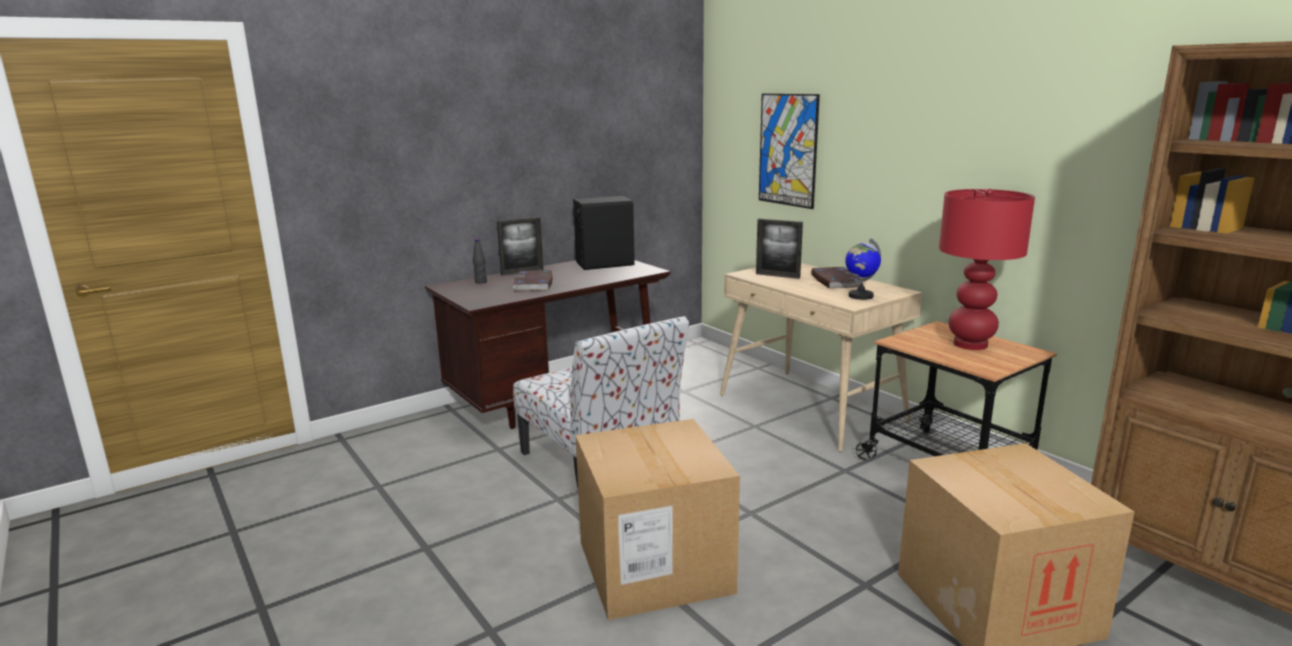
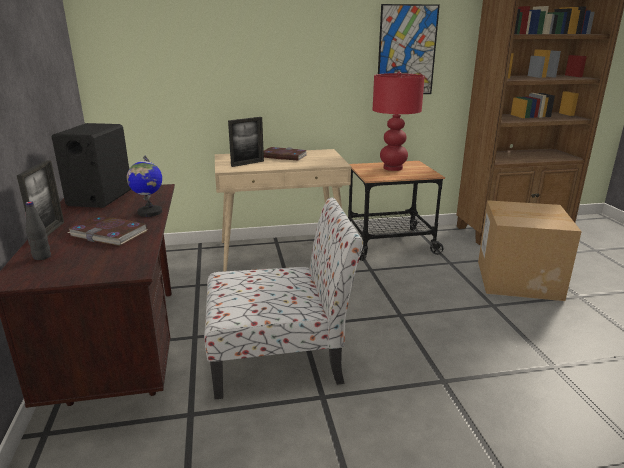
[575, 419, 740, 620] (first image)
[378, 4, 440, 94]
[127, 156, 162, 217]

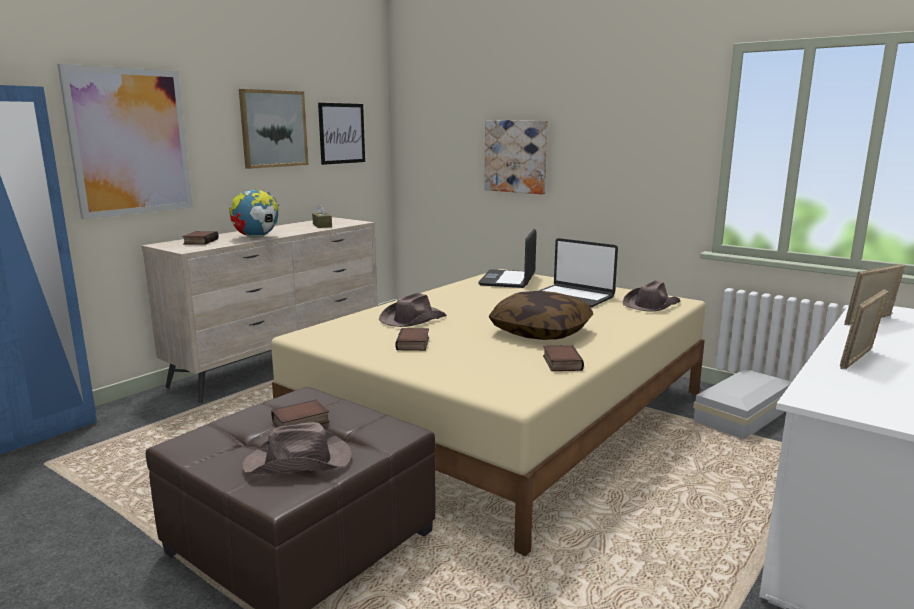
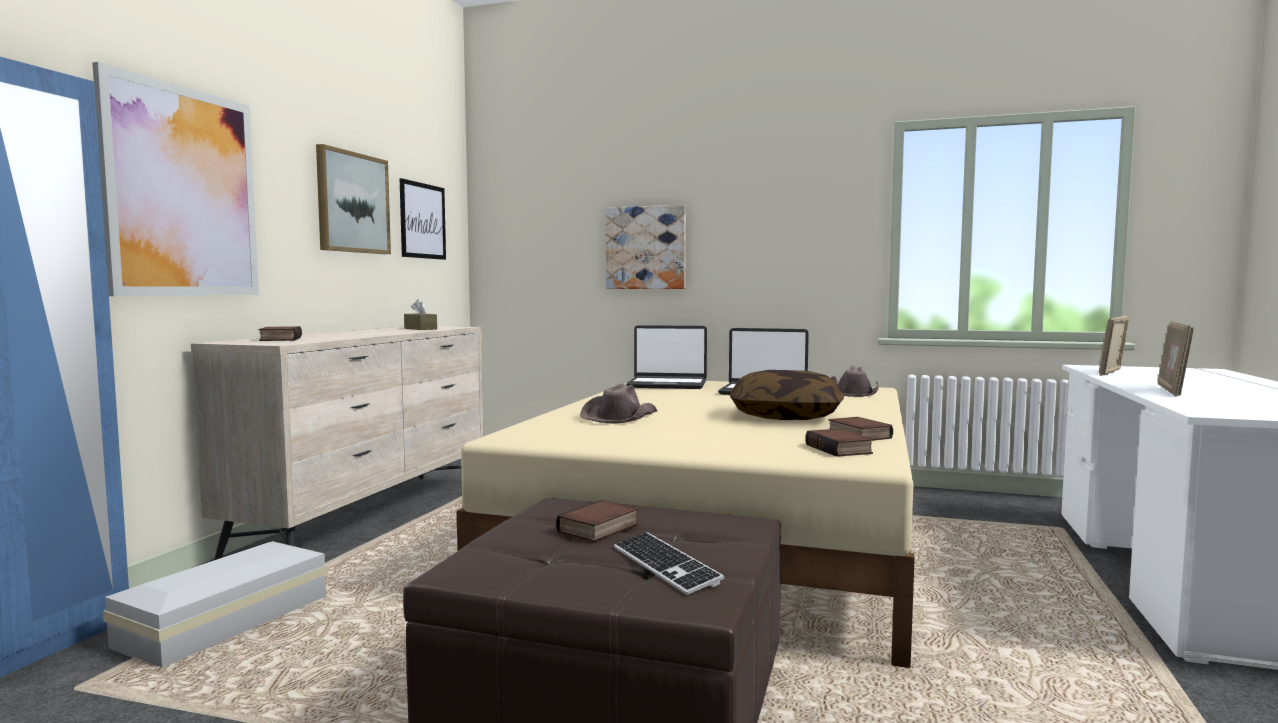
[229, 189, 279, 238] (first image)
[805, 429, 873, 457]
[103, 541, 328, 668]
[614, 532, 724, 595]
[626, 325, 707, 389]

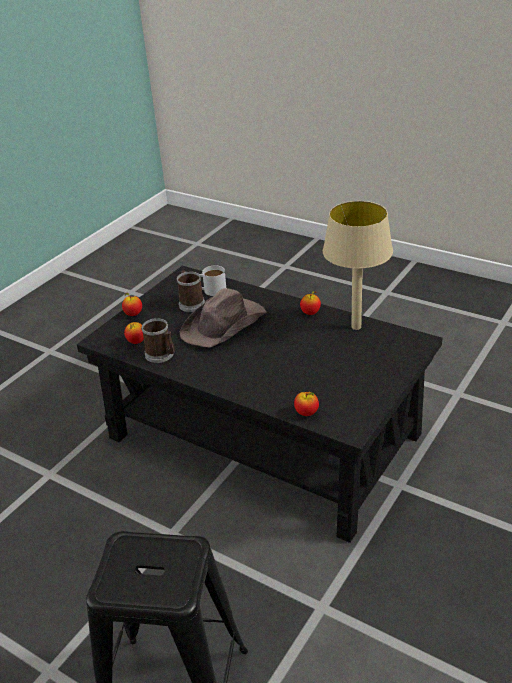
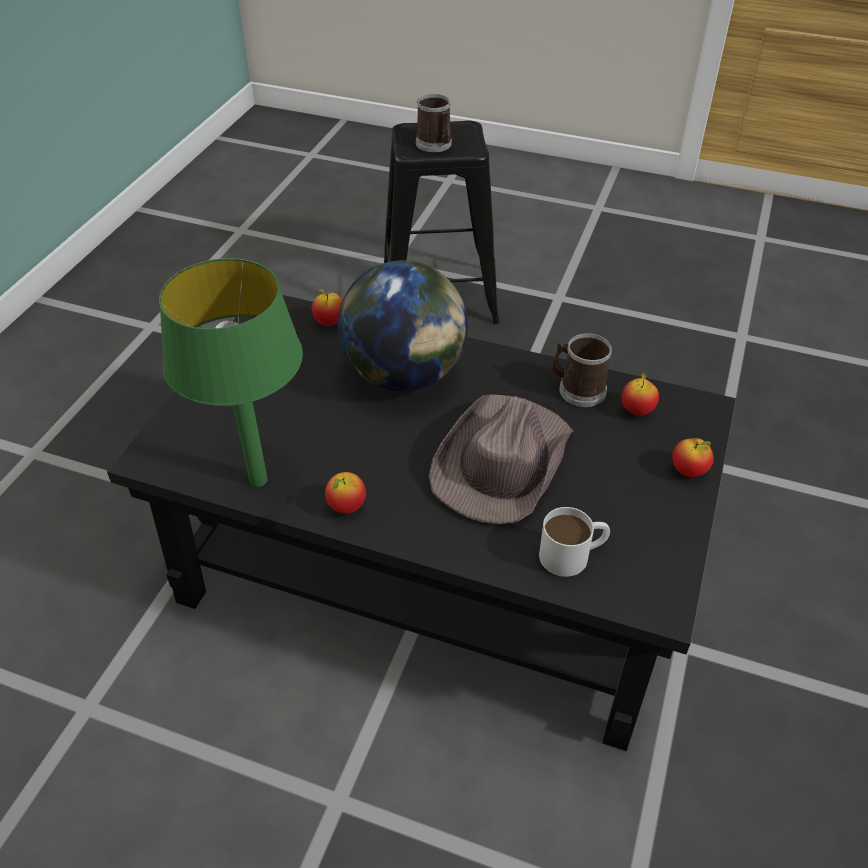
[338, 260, 468, 391]
[416, 94, 452, 152]
[159, 258, 303, 487]

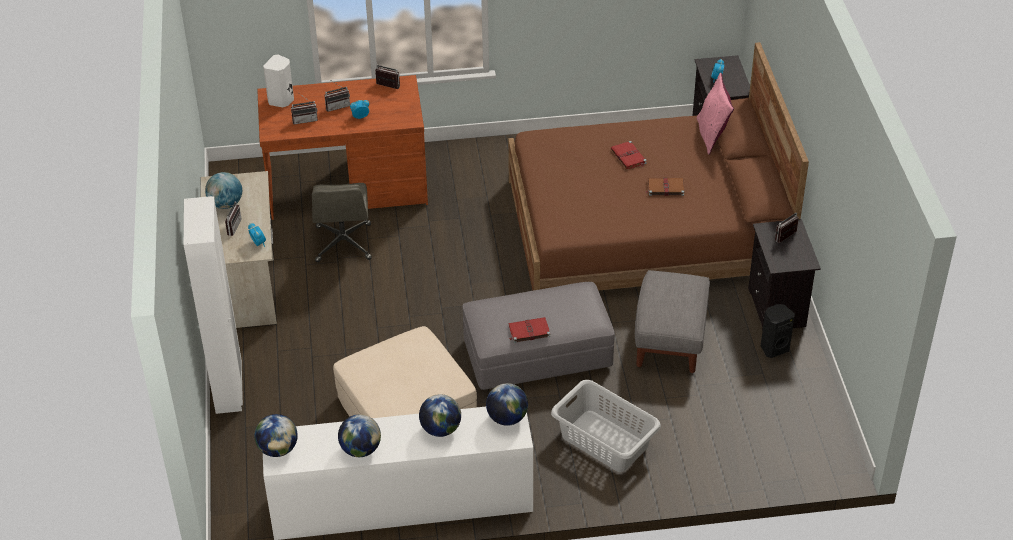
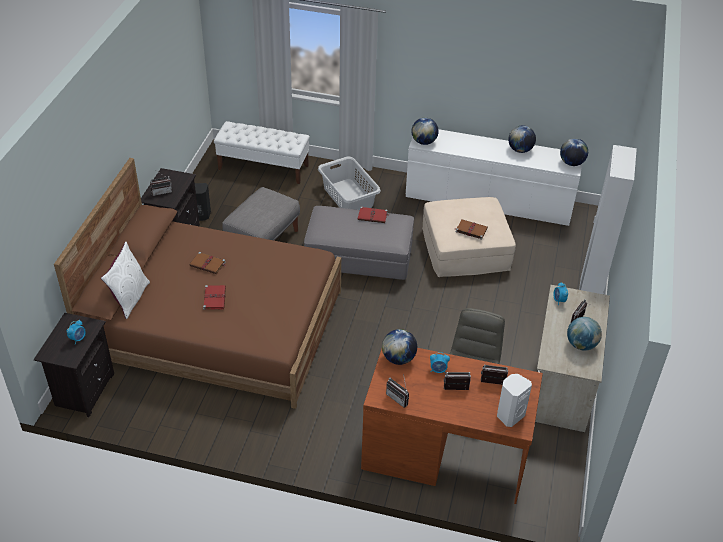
[214, 121, 310, 184]
[455, 219, 488, 240]
[382, 329, 417, 365]
[101, 242, 150, 319]

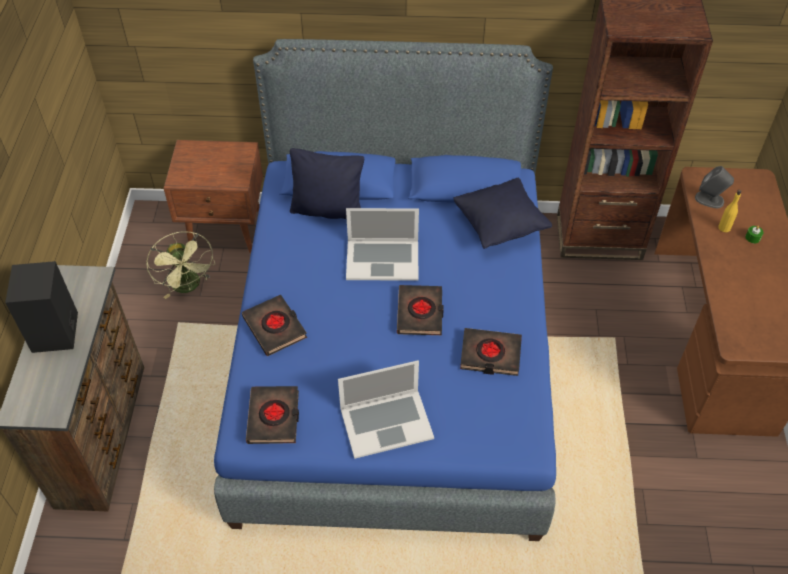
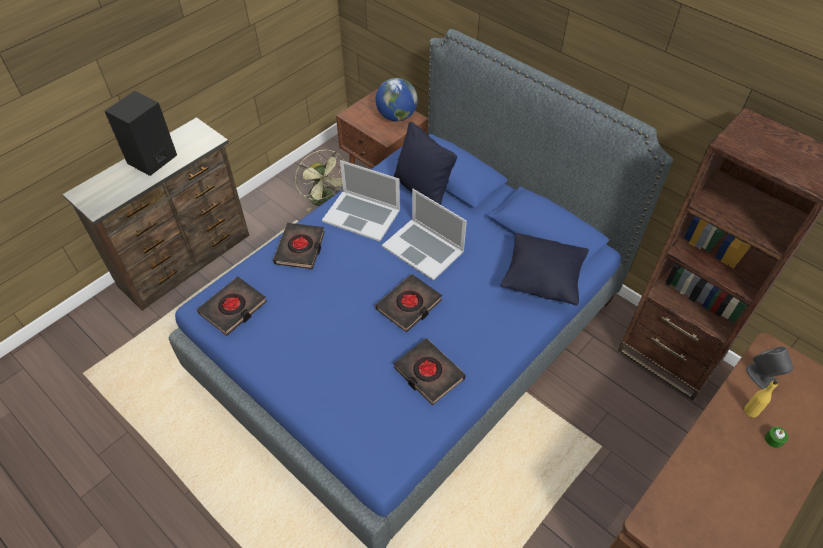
[376, 78, 418, 121]
[322, 160, 400, 242]
[295, 150, 346, 211]

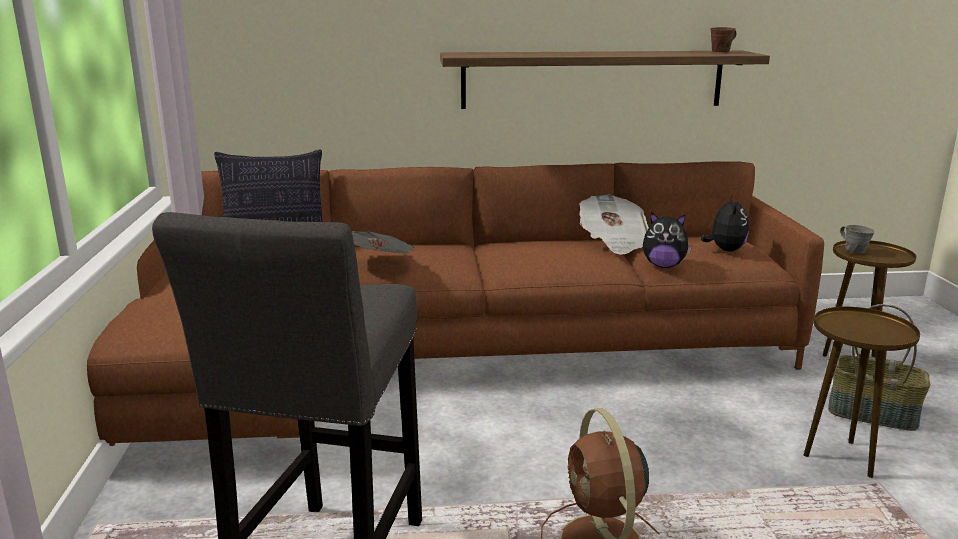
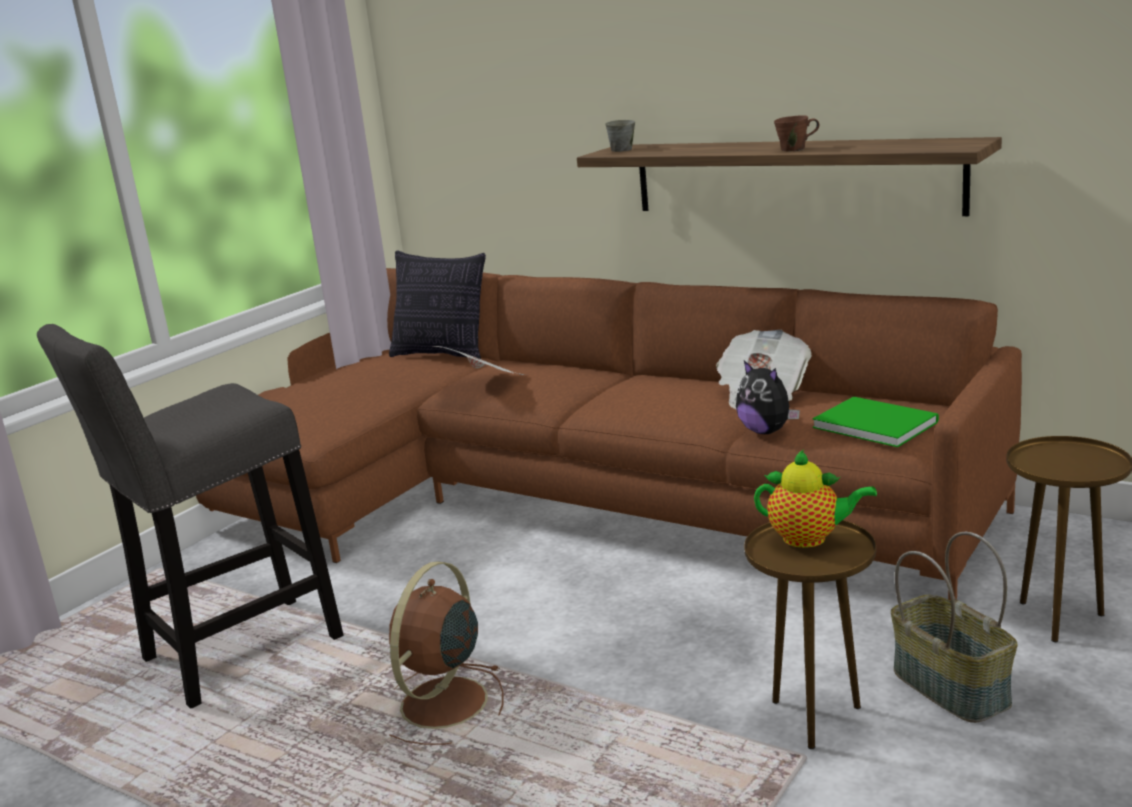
[754, 449, 877, 548]
[774, 115, 819, 152]
[605, 120, 635, 152]
[812, 396, 939, 447]

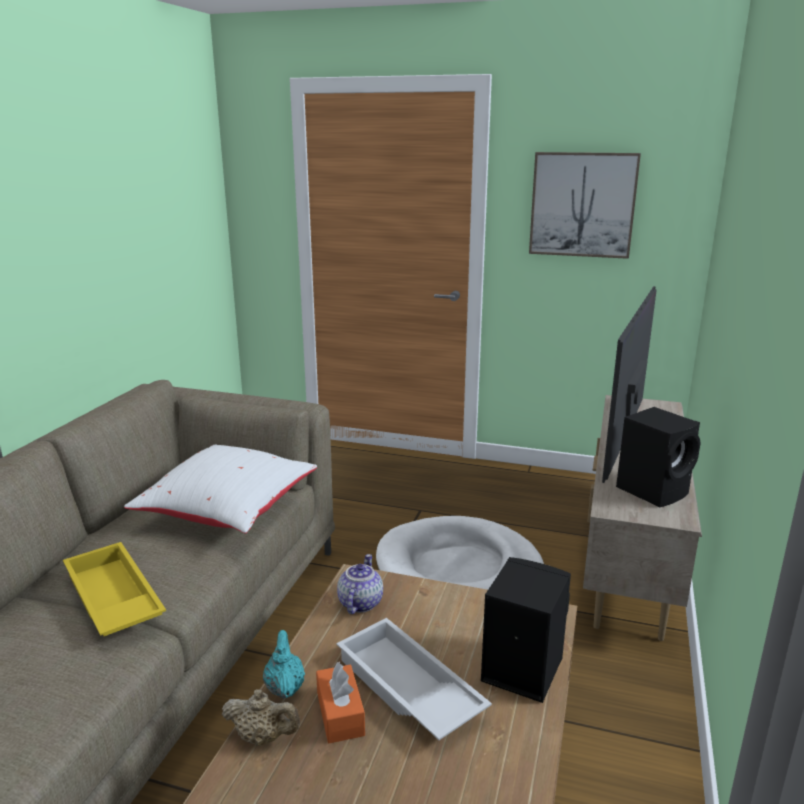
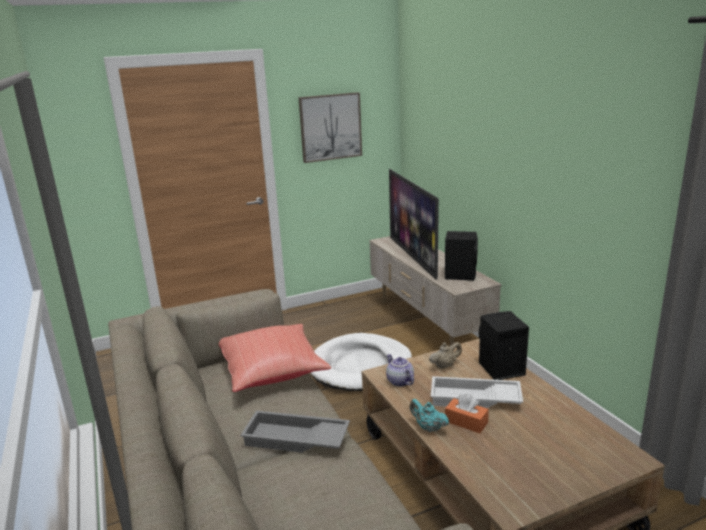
[429, 342, 462, 369]
[240, 410, 350, 453]
[219, 324, 331, 392]

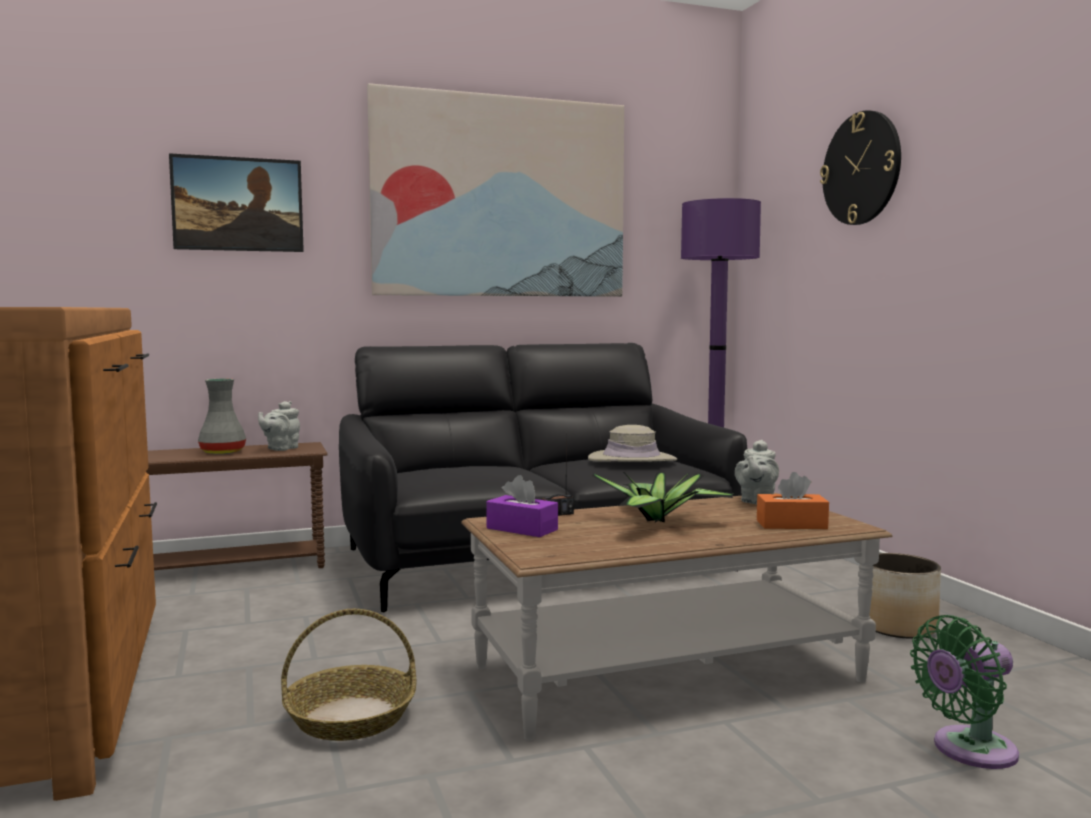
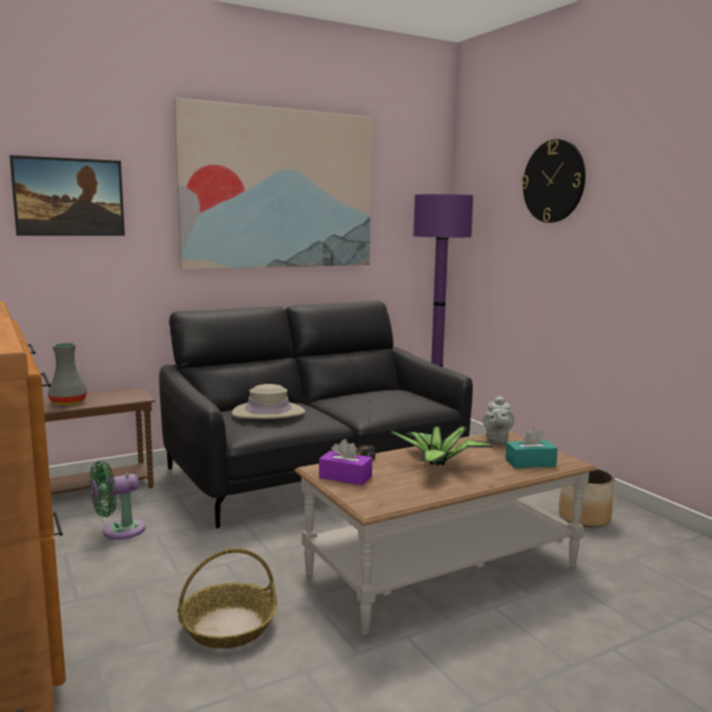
[258, 401, 300, 451] (first image)
[232, 384, 305, 419]
[90, 461, 145, 539]
[505, 427, 558, 468]

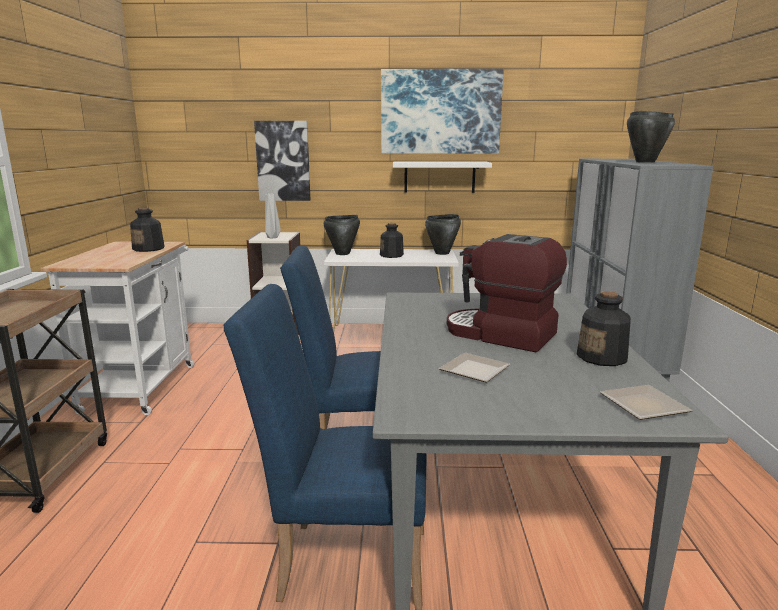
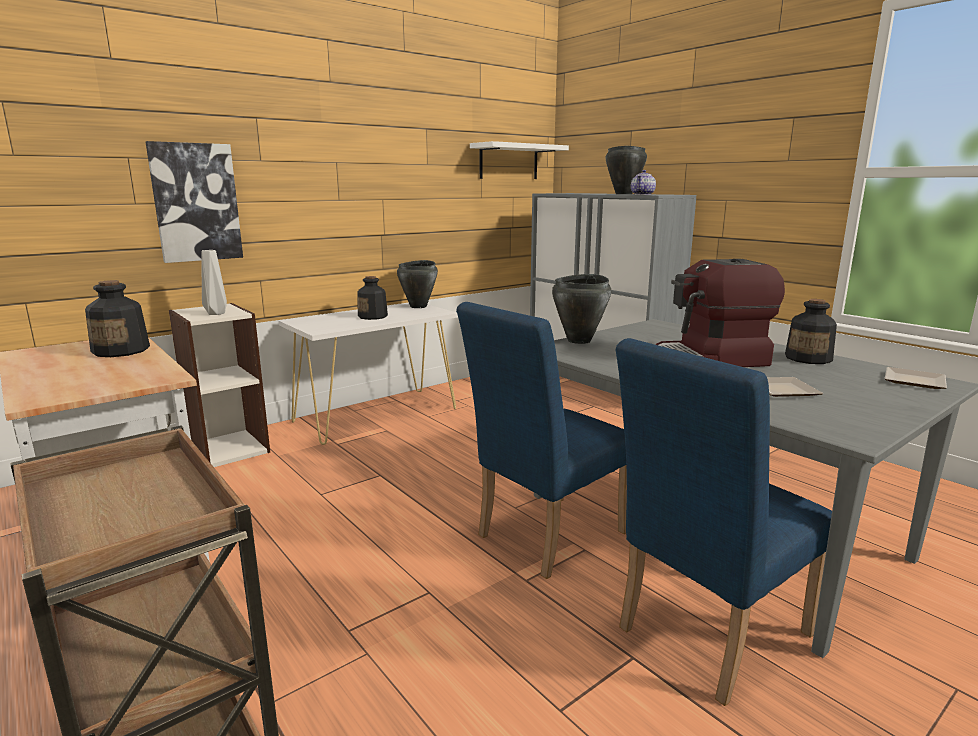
[381, 69, 504, 154] (first image)
[631, 170, 656, 195]
[552, 274, 611, 344]
[470, 141, 569, 179]

